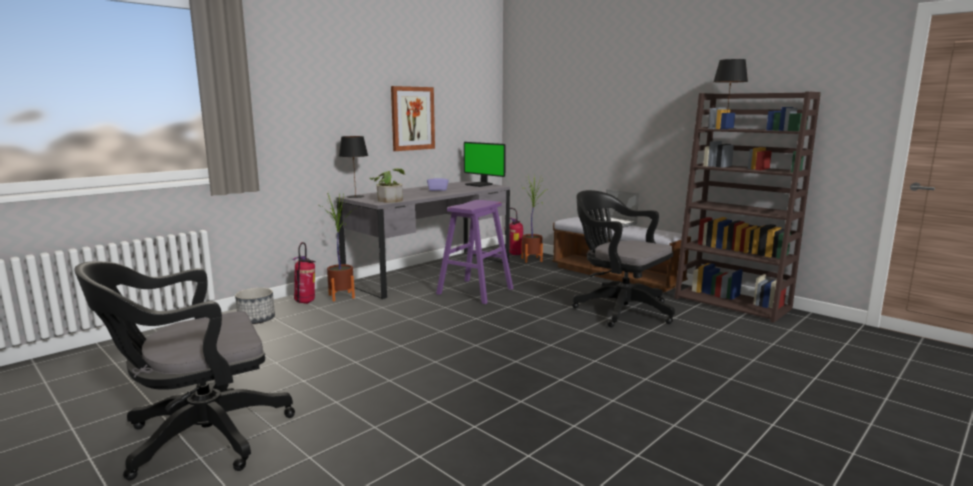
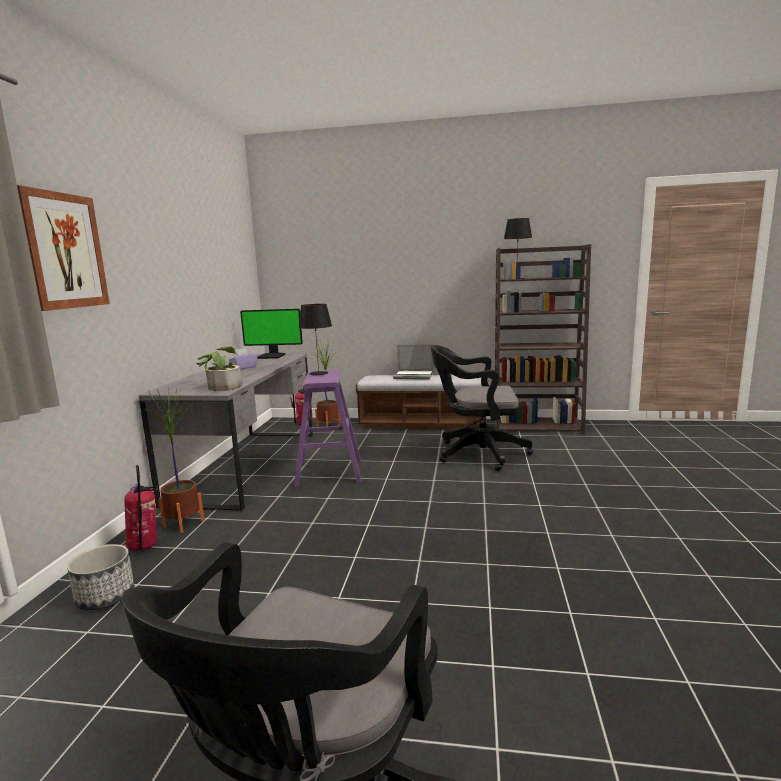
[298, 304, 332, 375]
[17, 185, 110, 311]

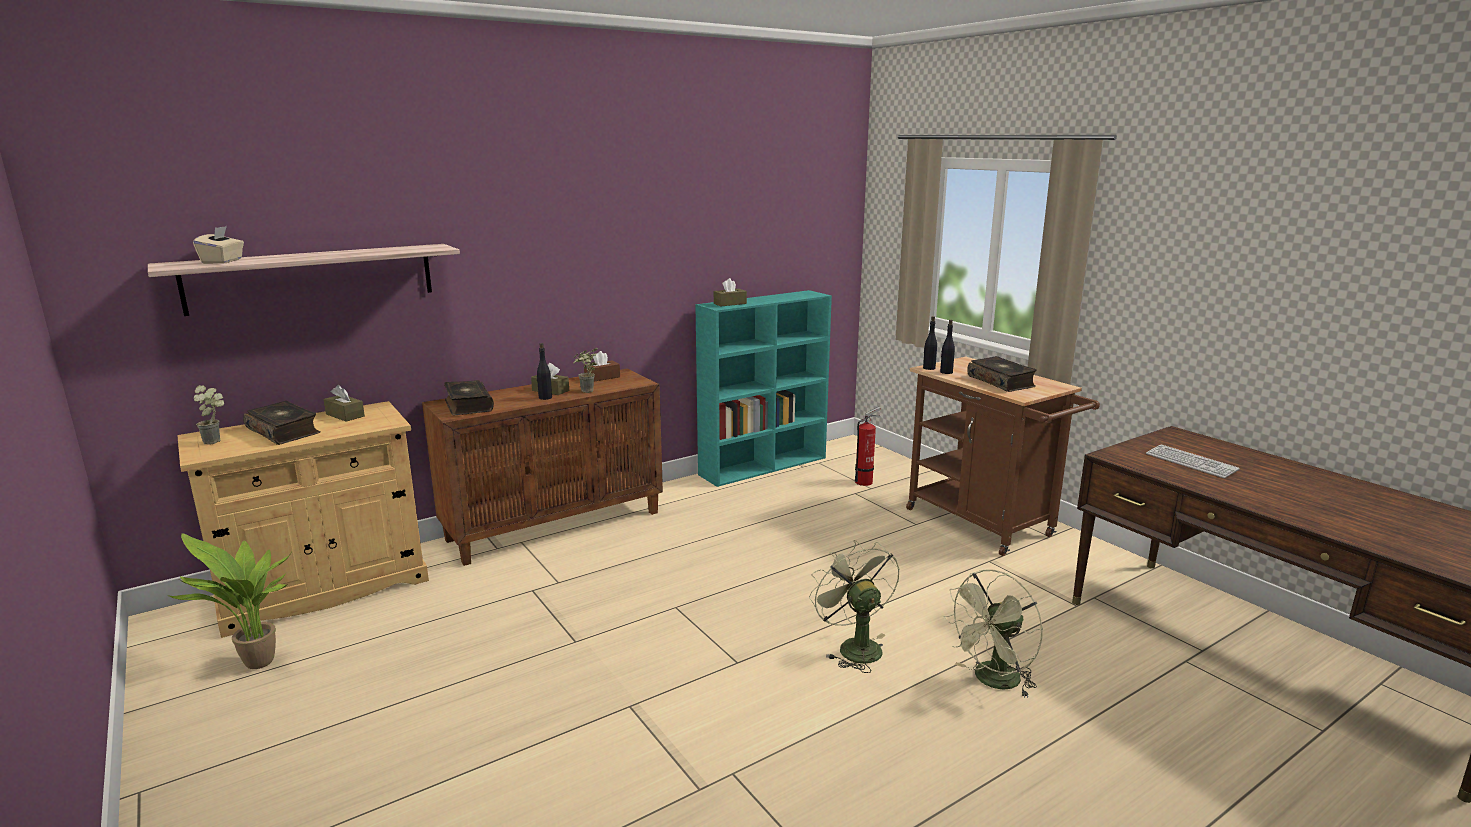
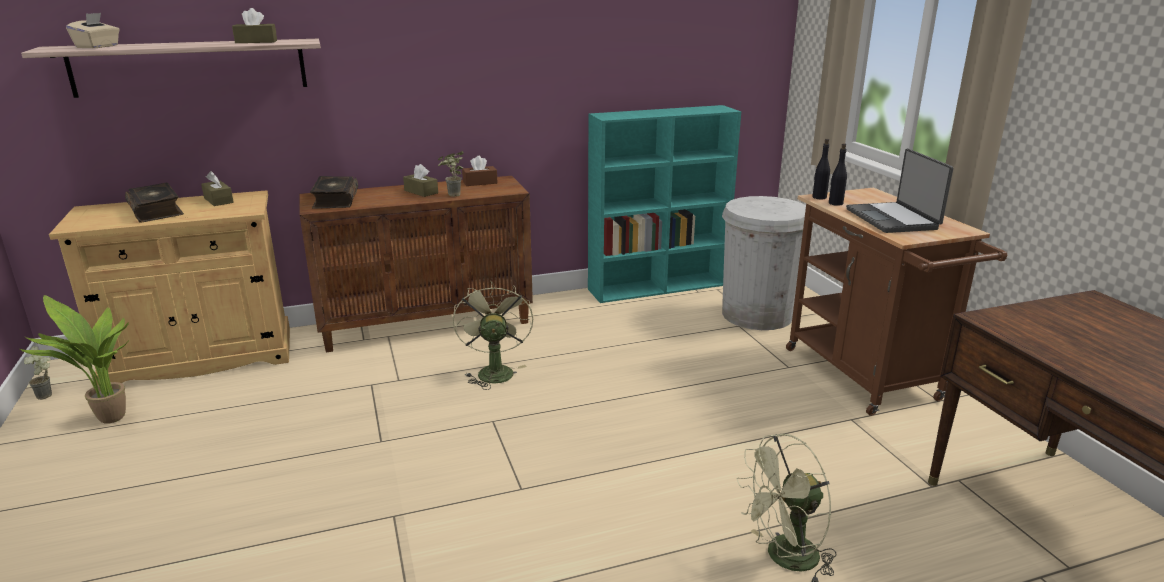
[537, 343, 552, 400] (first image)
[1146, 445, 1240, 478] (first image)
[24, 346, 52, 400]
[232, 8, 277, 43]
[453, 280, 533, 390]
[722, 196, 806, 330]
[846, 149, 954, 233]

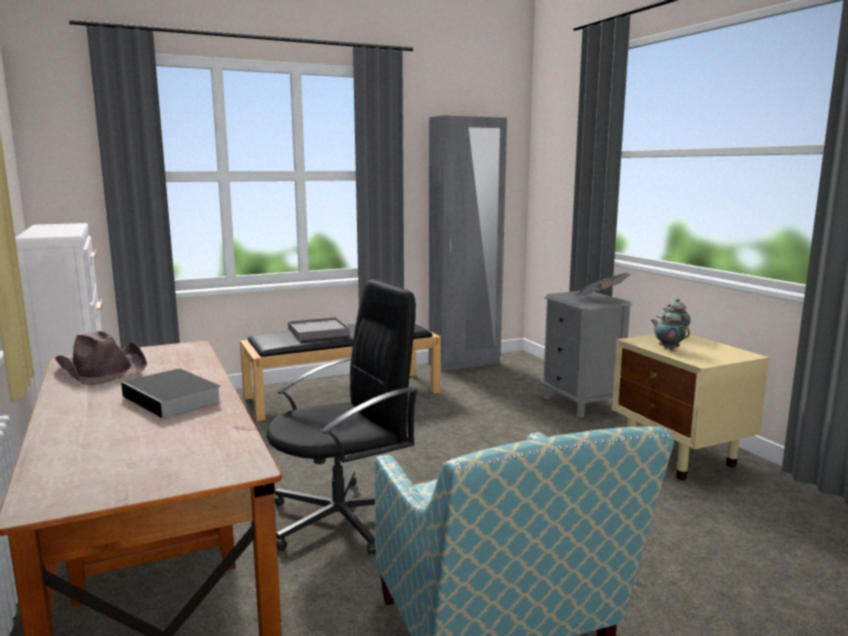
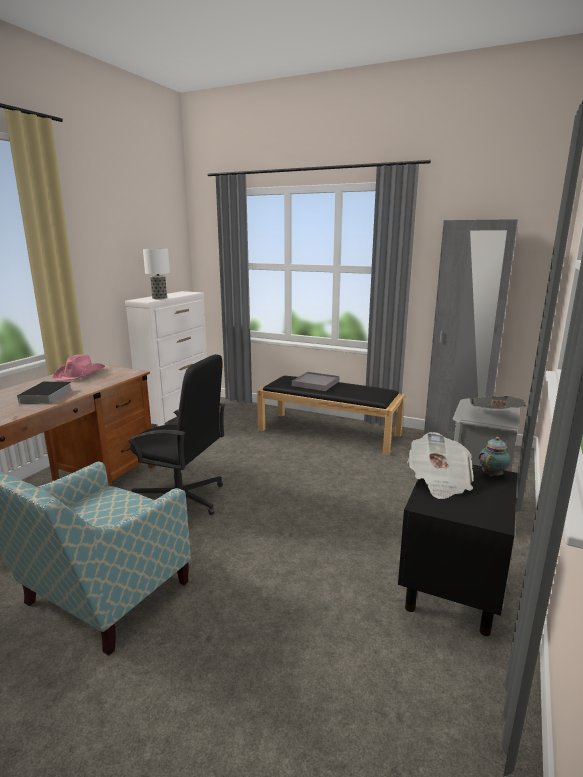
[143, 249, 170, 299]
[408, 432, 474, 499]
[52, 355, 105, 381]
[398, 465, 517, 636]

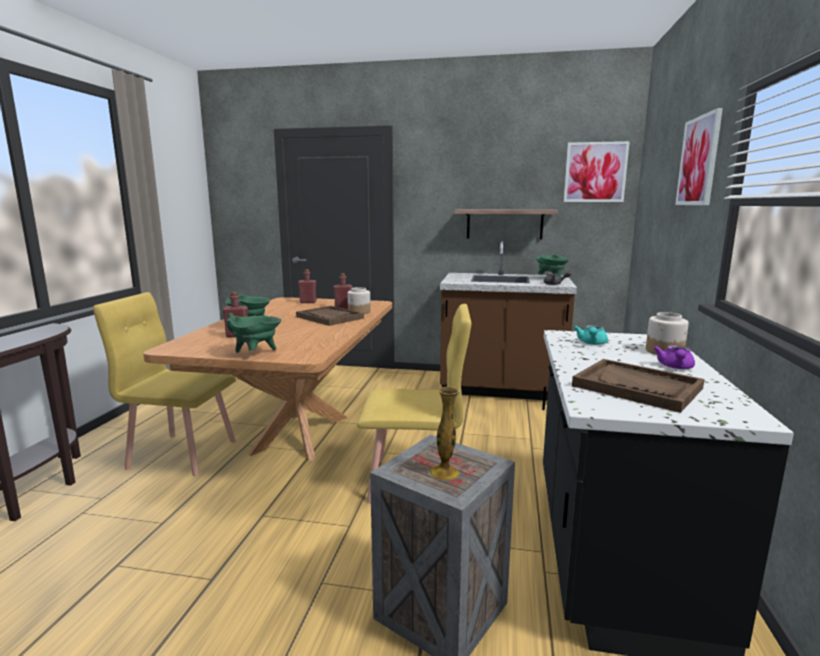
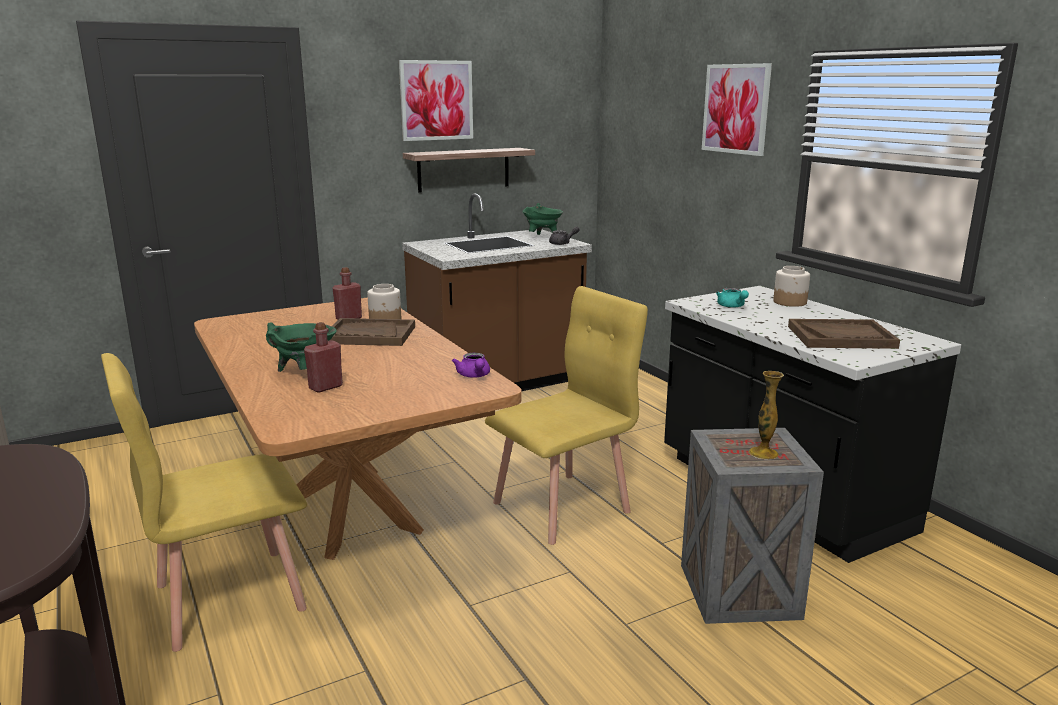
[227, 313, 282, 353] (first image)
[298, 269, 316, 303] (first image)
[399, 60, 473, 141]
[452, 353, 490, 378]

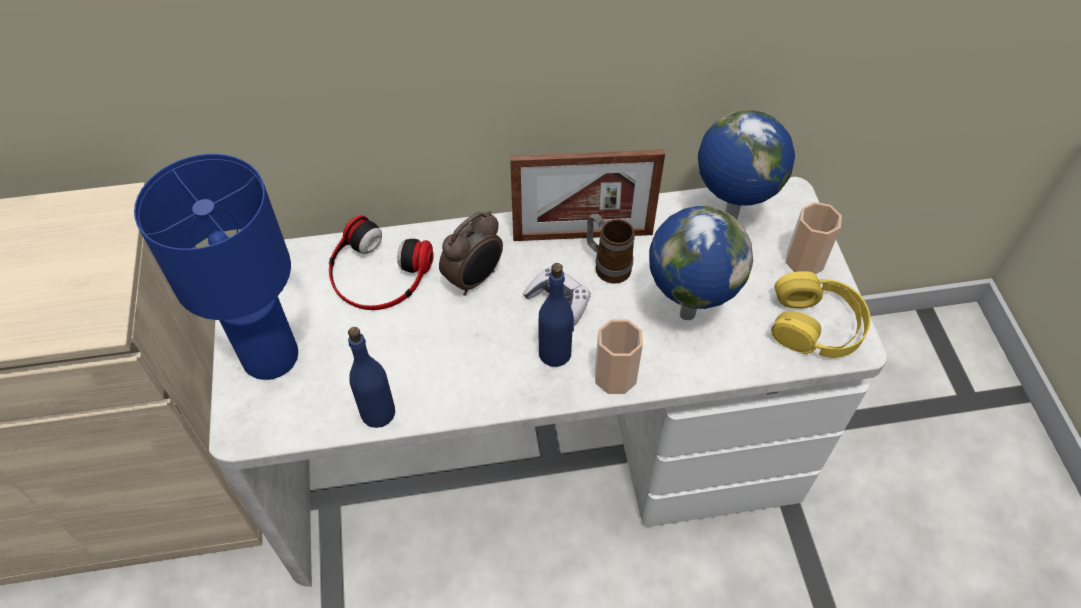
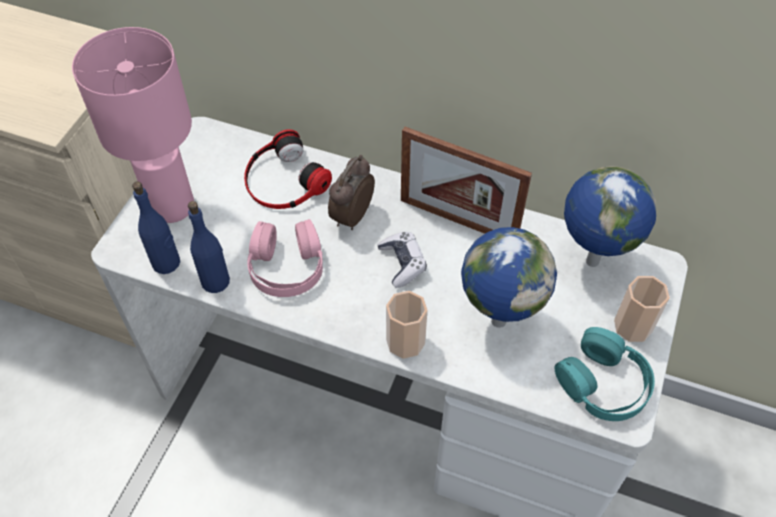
[587, 214, 635, 284] (first image)
[247, 219, 323, 297]
[132, 181, 180, 274]
[72, 27, 194, 223]
[554, 327, 655, 421]
[328, 155, 375, 230]

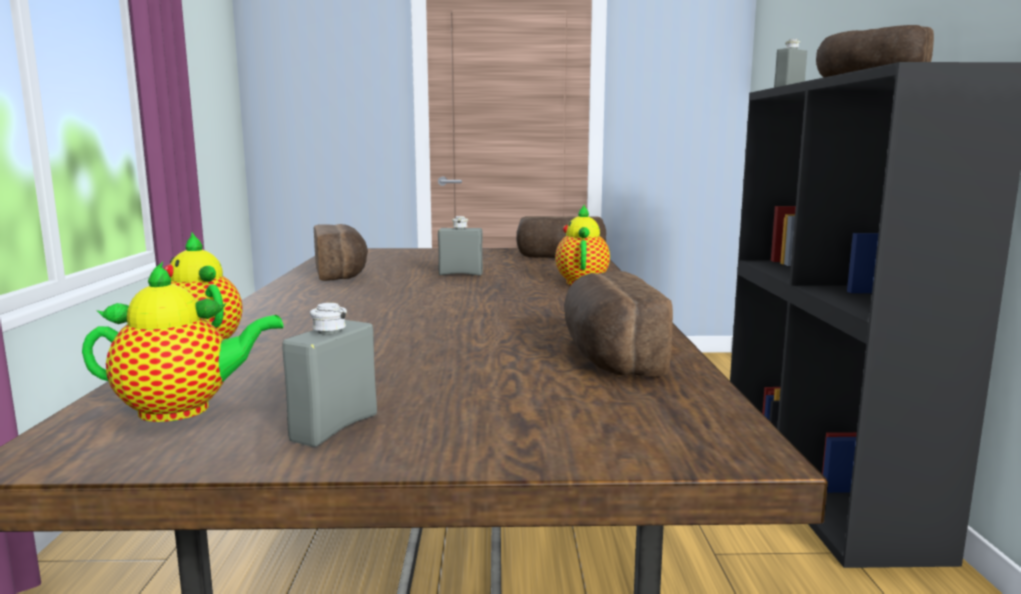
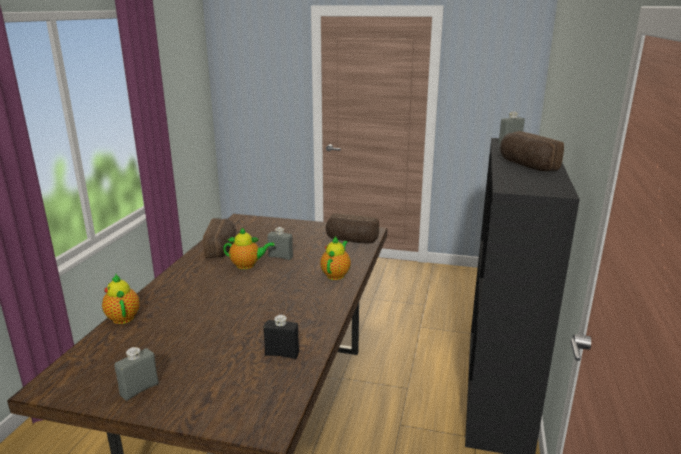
[223, 227, 275, 269]
[263, 315, 299, 359]

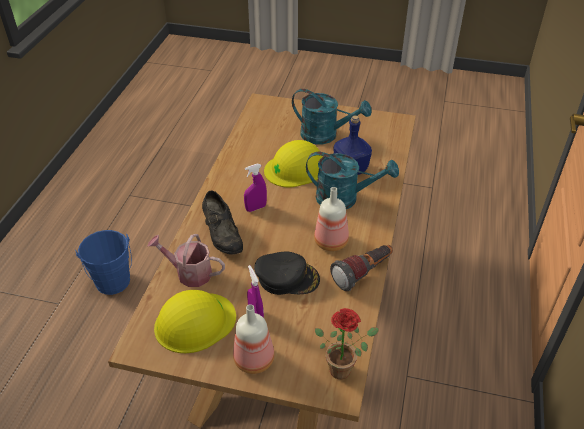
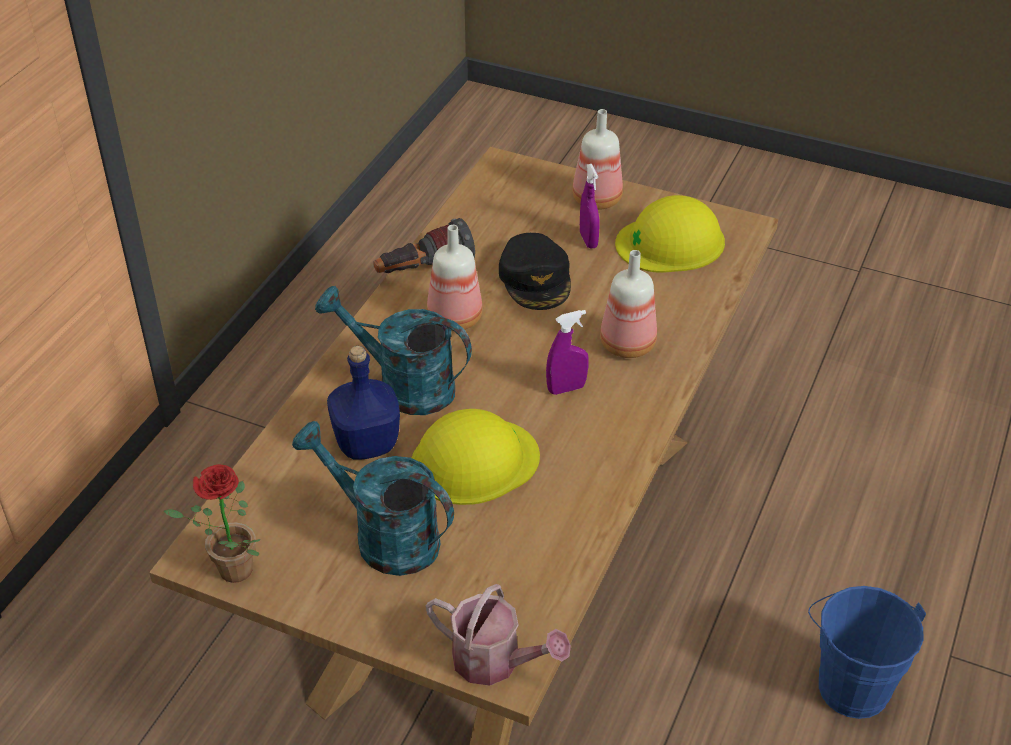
[426, 584, 571, 686]
[164, 464, 261, 583]
[600, 250, 657, 358]
[499, 233, 571, 310]

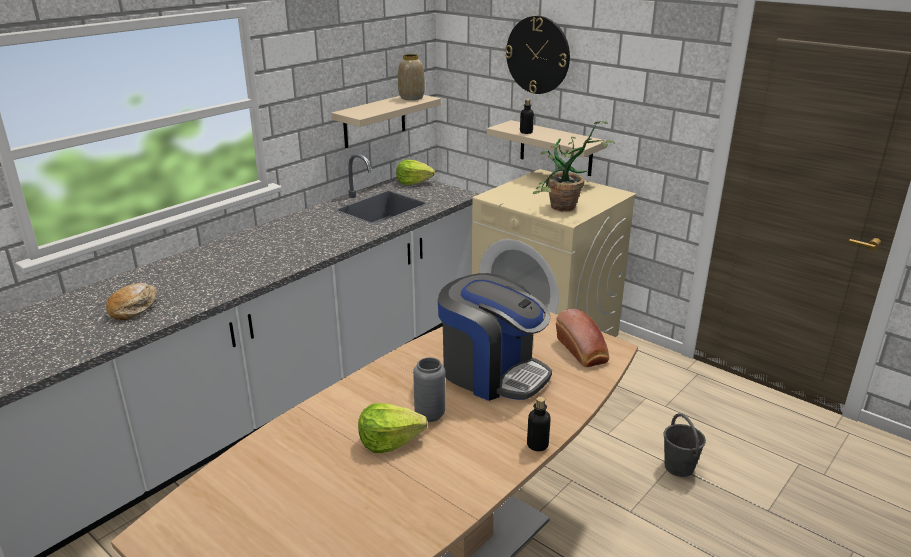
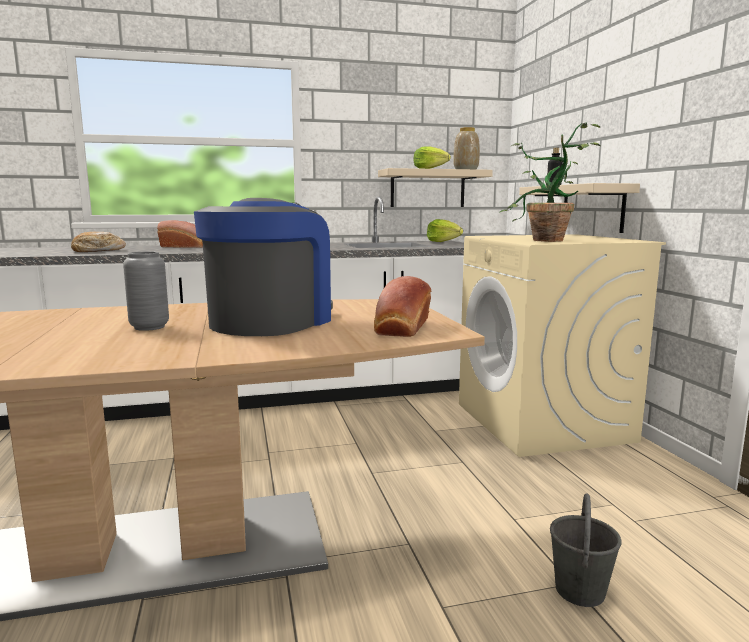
[505, 16, 570, 94] (first image)
[527, 396, 551, 451] (first image)
[157, 220, 203, 248]
[413, 147, 451, 169]
[194, 198, 333, 336]

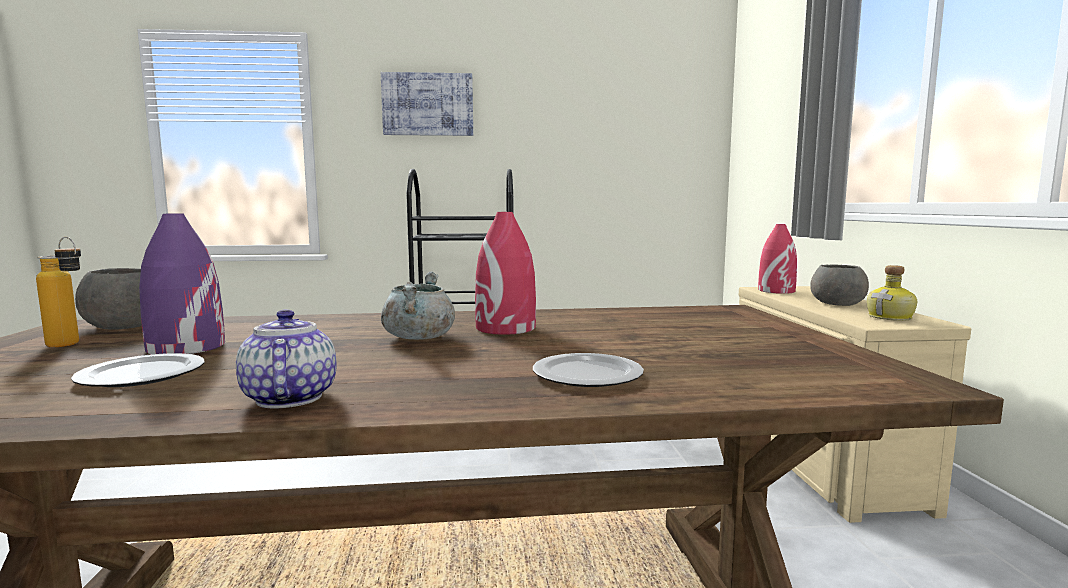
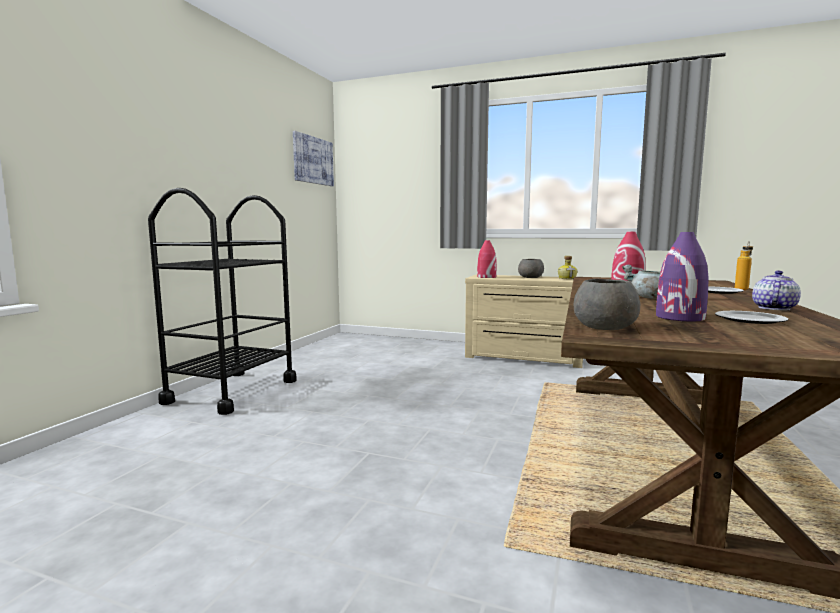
[735, 241, 753, 290]
[293, 131, 334, 186]
[752, 271, 801, 310]

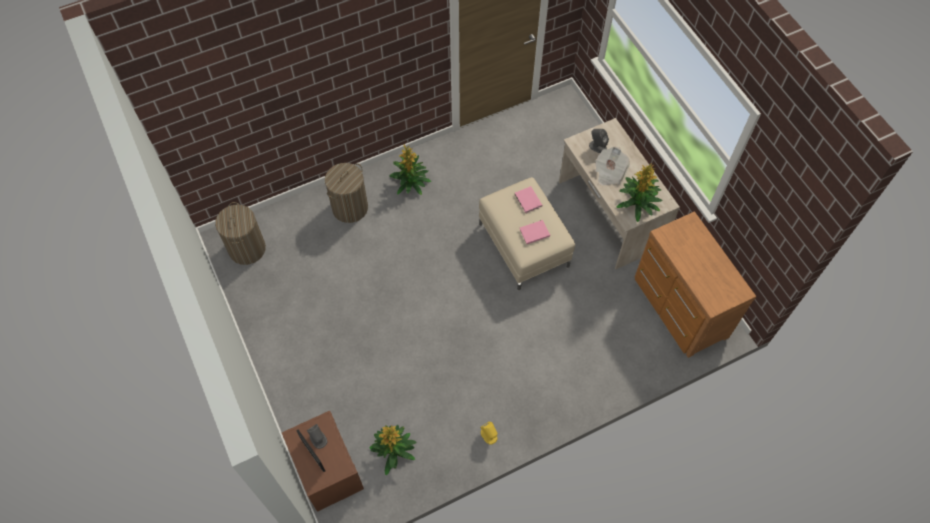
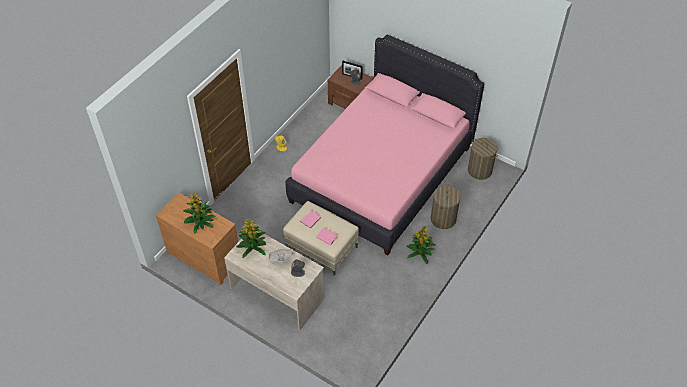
[286, 34, 484, 255]
[183, 191, 216, 234]

